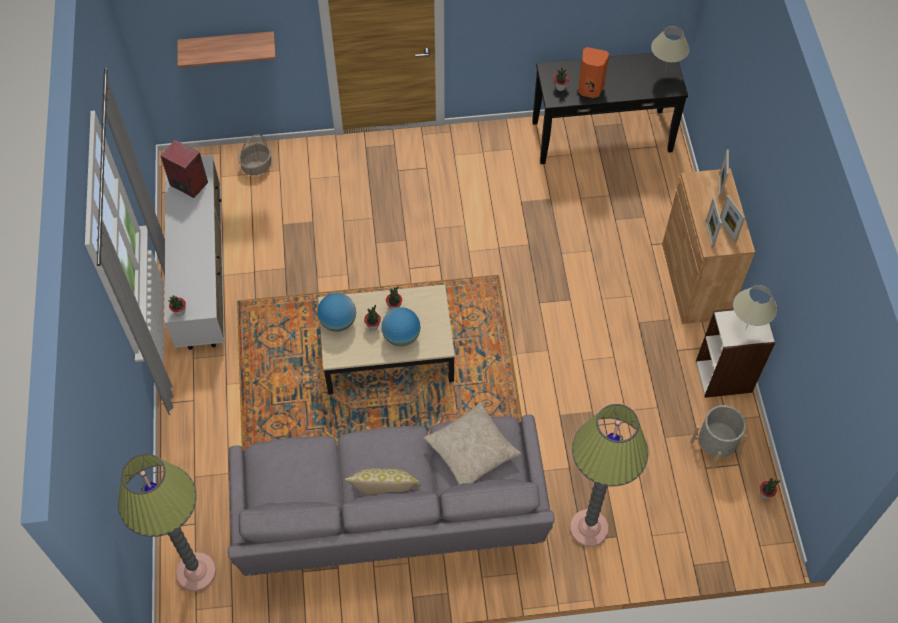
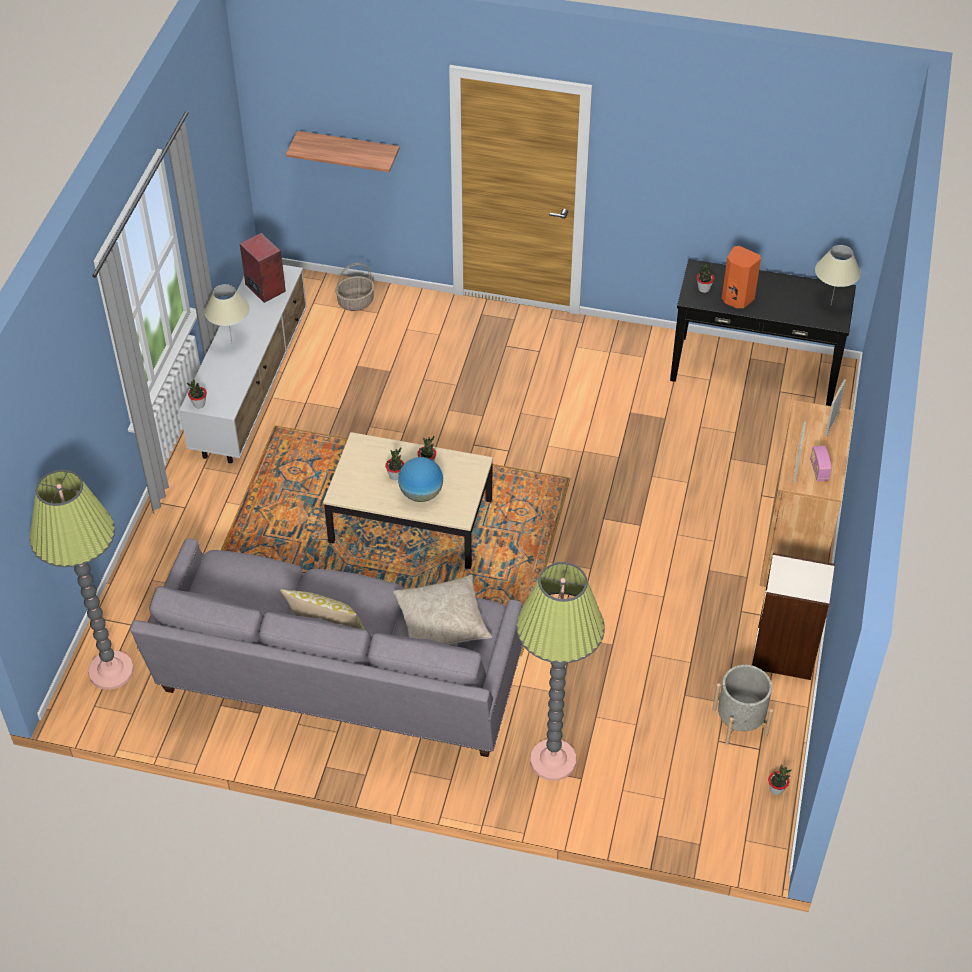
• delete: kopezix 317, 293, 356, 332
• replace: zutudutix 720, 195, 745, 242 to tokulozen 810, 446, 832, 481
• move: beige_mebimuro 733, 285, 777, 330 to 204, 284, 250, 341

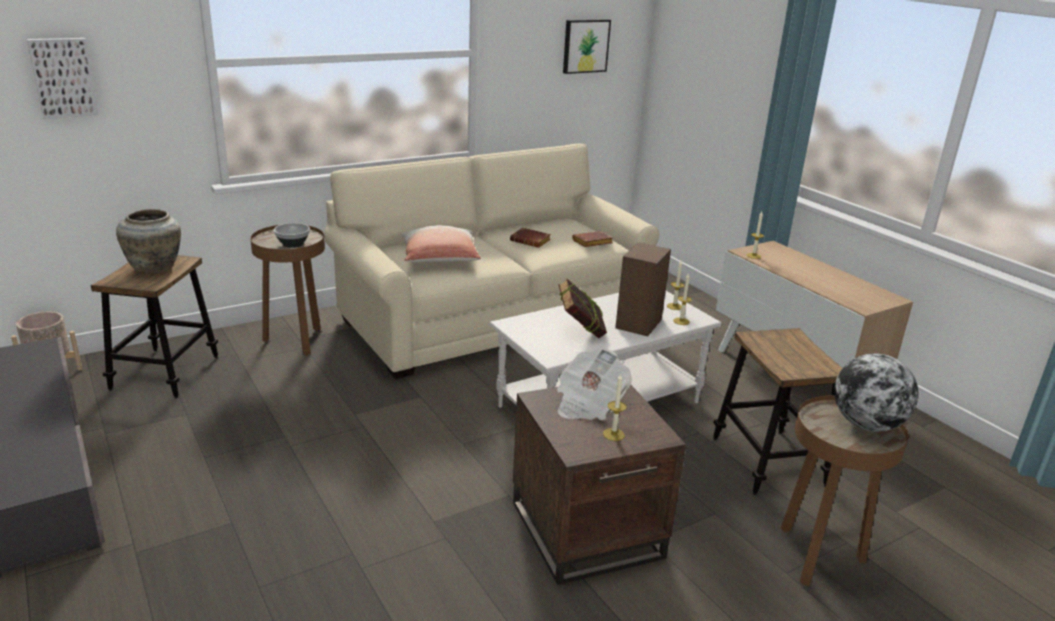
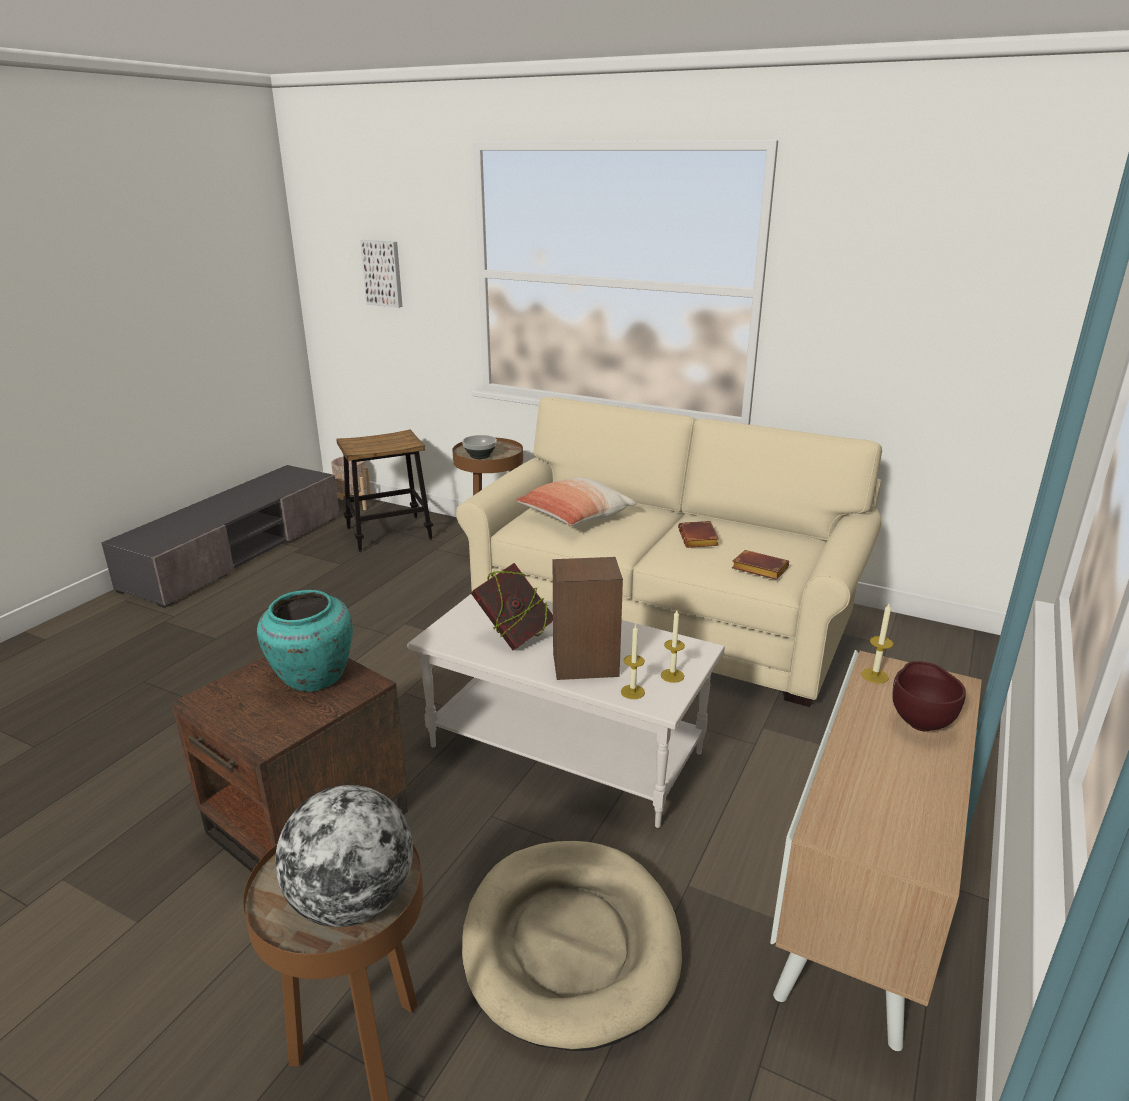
• delete: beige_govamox 116, 209, 181, 274
• replace: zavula 557, 349, 632, 420 to turquoise_govamox 257, 590, 353, 692
• delete: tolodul 563, 19, 611, 74
• delete: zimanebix 603, 374, 627, 441
• replace: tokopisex 713, 328, 842, 495 to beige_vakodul 462, 841, 682, 1051
• insert: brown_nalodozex 892, 661, 966, 732

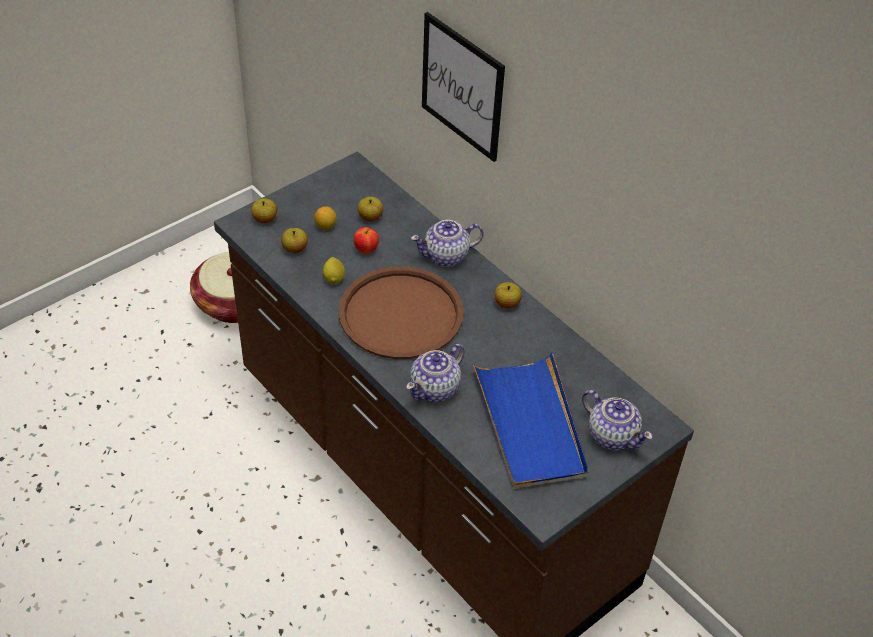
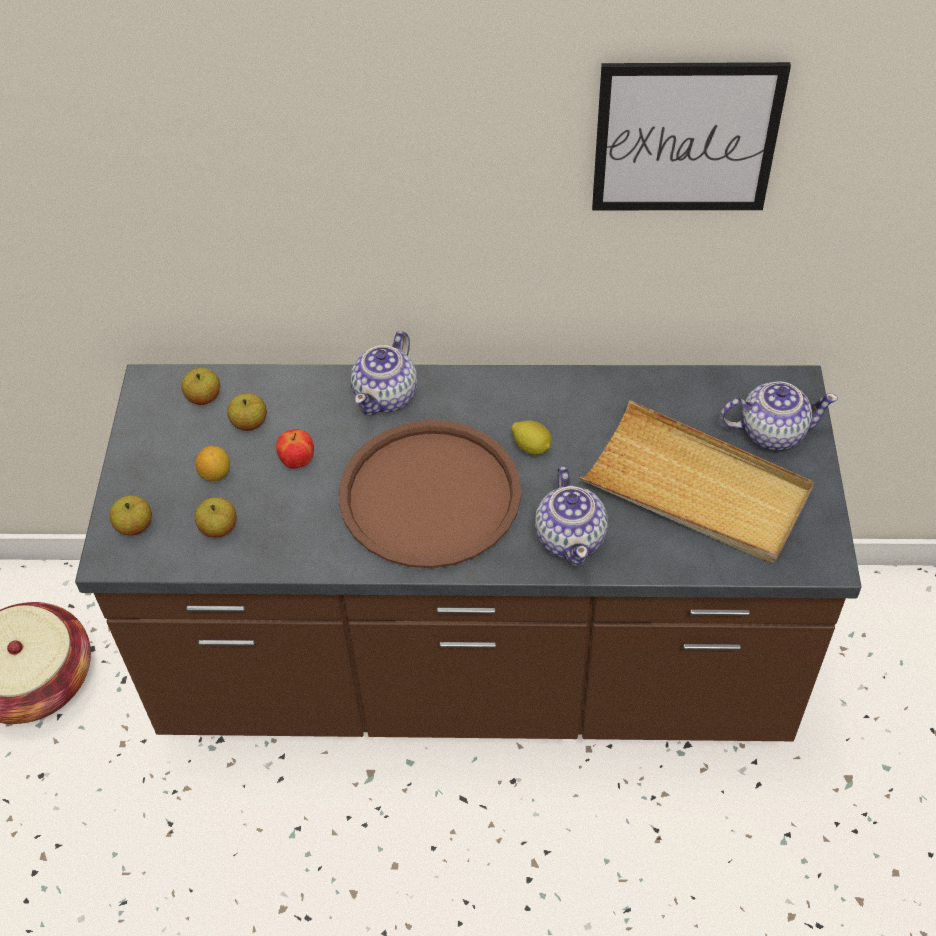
• move: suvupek 323, 257, 345, 284 to 511, 420, 551, 455
• move: tolodul 422, 12, 505, 162 to 592, 62, 791, 210
• recolor: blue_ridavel 473, 352, 589, 488 to beige_ridavel 580, 400, 814, 563
• move: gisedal 494, 282, 522, 309 to 181, 368, 220, 405

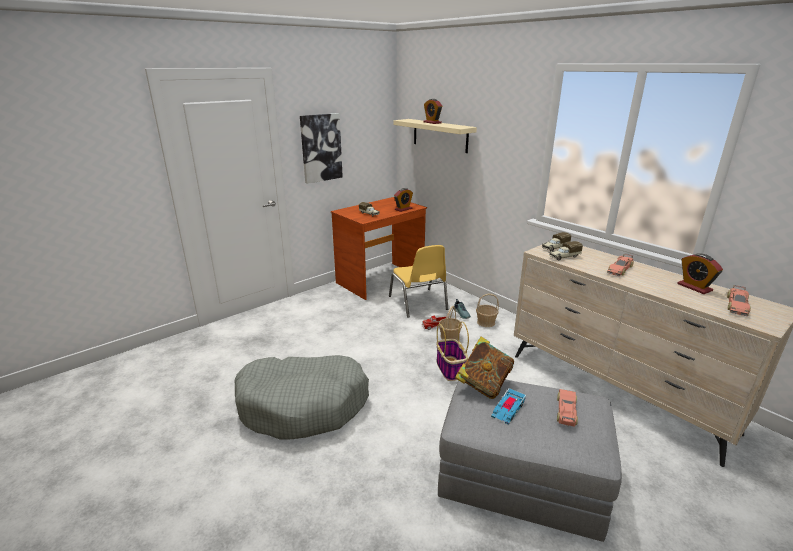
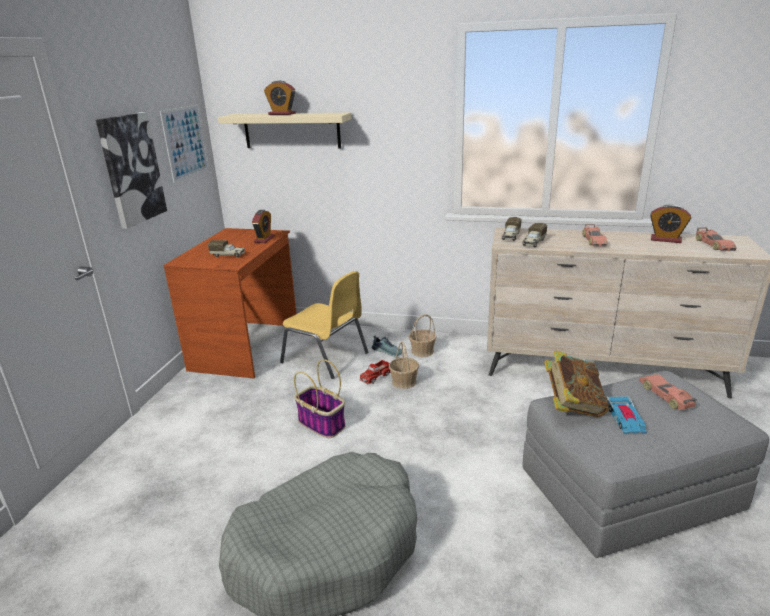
• move: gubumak 436, 321, 469, 381 to 294, 359, 345, 438
• insert: tolodul 160, 105, 209, 183

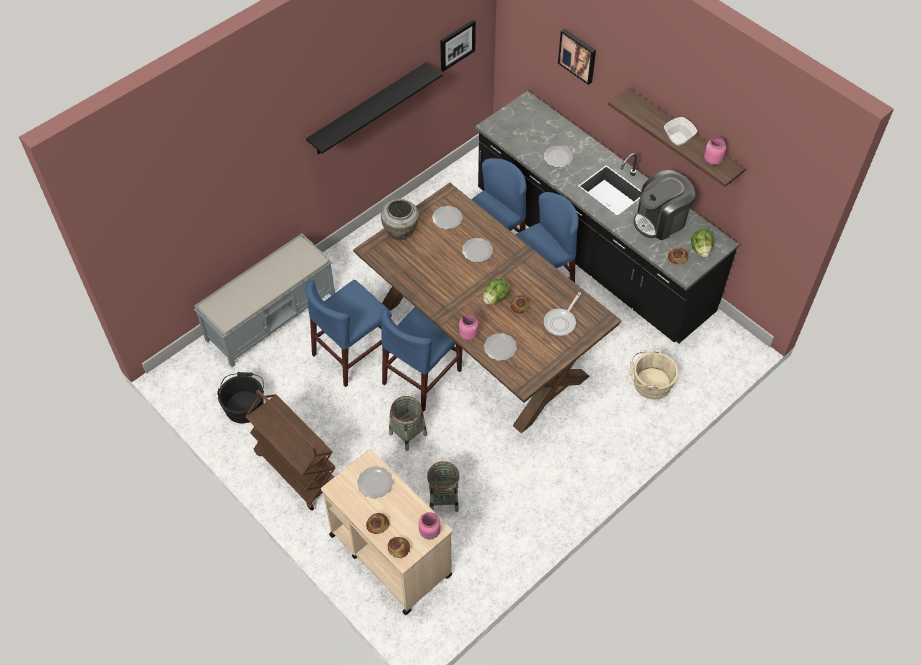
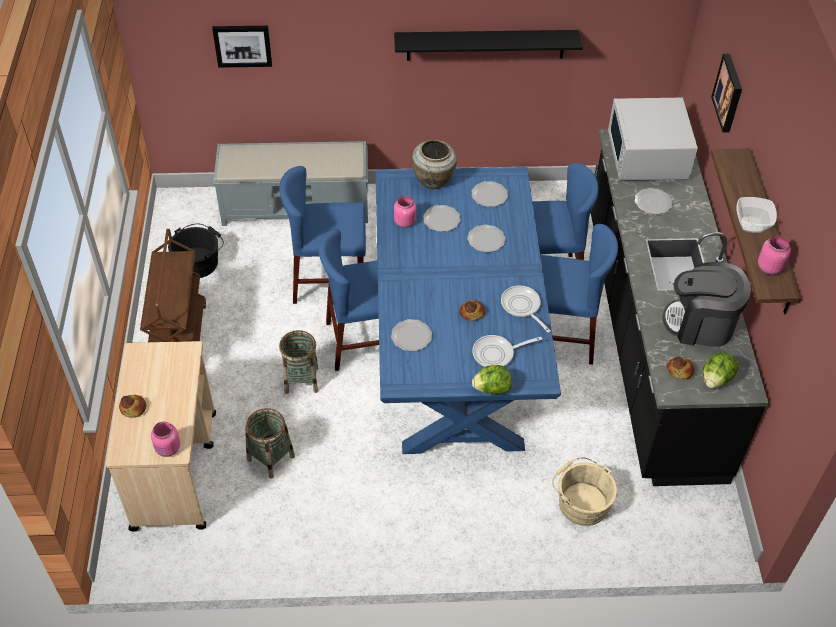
• recolor: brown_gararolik 353, 183, 621, 433 to blue_gararolik 375, 167, 561, 454
• move: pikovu 357, 466, 393, 498 to 423, 205, 461, 232
• delete: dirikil 388, 537, 410, 558
• move: tolodul 440, 20, 476, 72 to 212, 26, 272, 68
• move: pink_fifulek 459, 314, 478, 340 to 394, 196, 416, 228
• move: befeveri 483, 279, 511, 305 to 472, 365, 512, 394
• insert: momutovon 501, 285, 551, 333
• insert: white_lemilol 608, 98, 698, 181

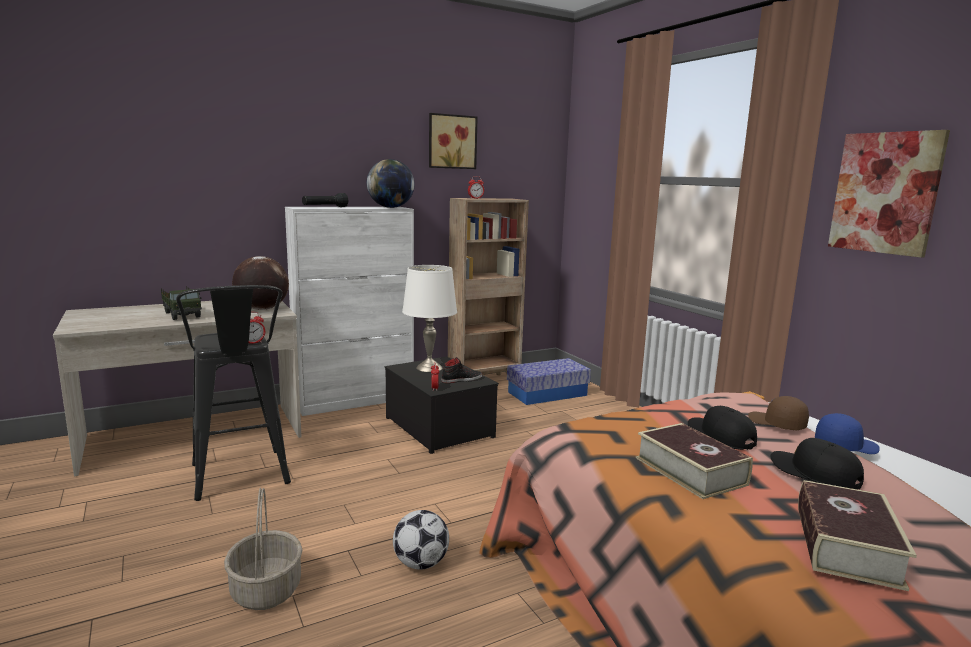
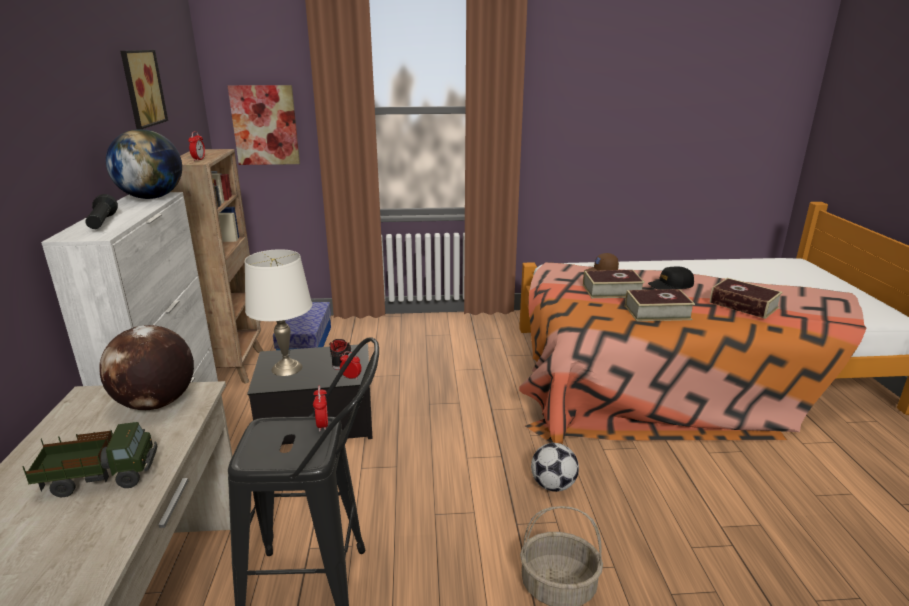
• replace: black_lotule 688, 406, 757, 450 to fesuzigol 583, 270, 645, 298
• delete: blue_lotule 815, 413, 880, 454
• move: tolodul 828, 130, 950, 258 to 228, 85, 300, 165

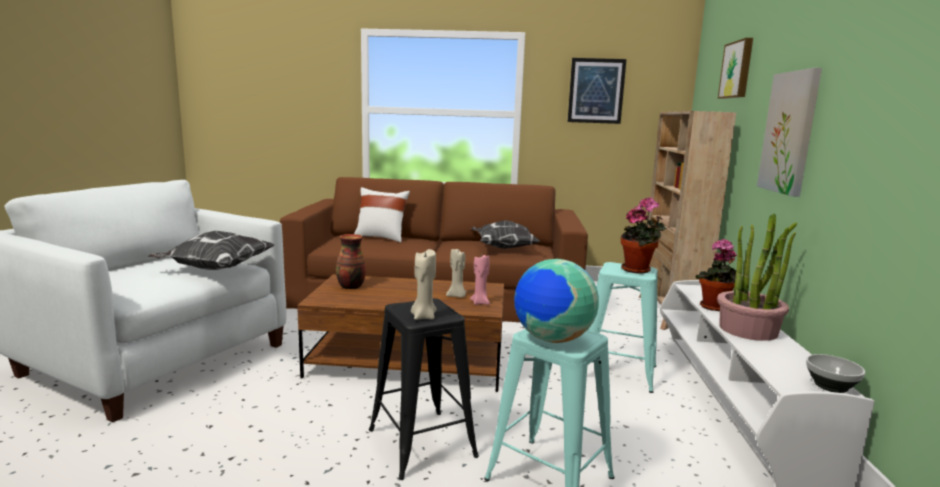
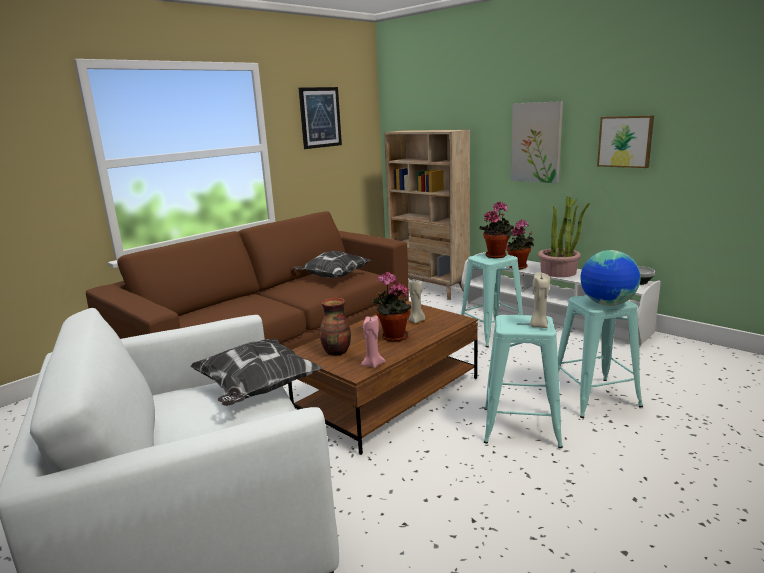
• delete: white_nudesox 354, 187, 410, 243
• recolor: black_tokopisex 369, 298, 479, 480 to turquoise_tokopisex 484, 315, 563, 448
• move: pink_zimanebix 470, 255, 490, 305 to 361, 315, 386, 368
• move: tolodul 718, 38, 753, 99 to 597, 116, 654, 168
• insert: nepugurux 372, 272, 411, 342

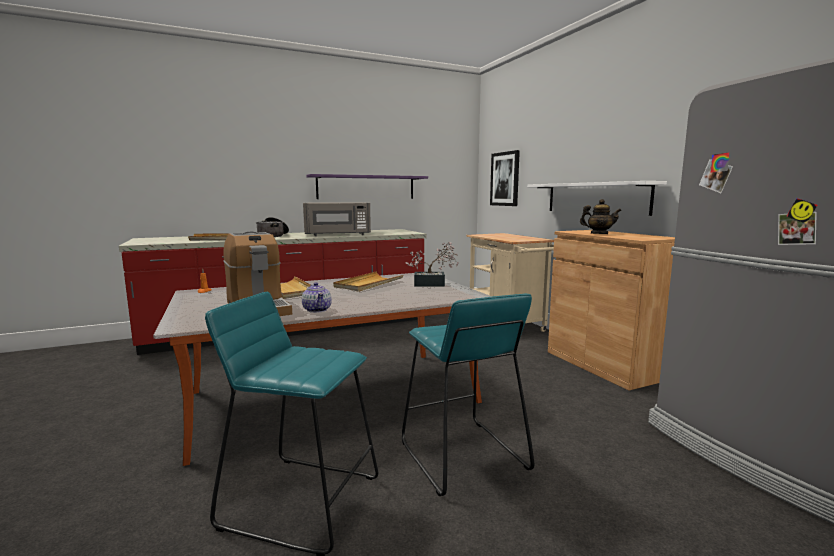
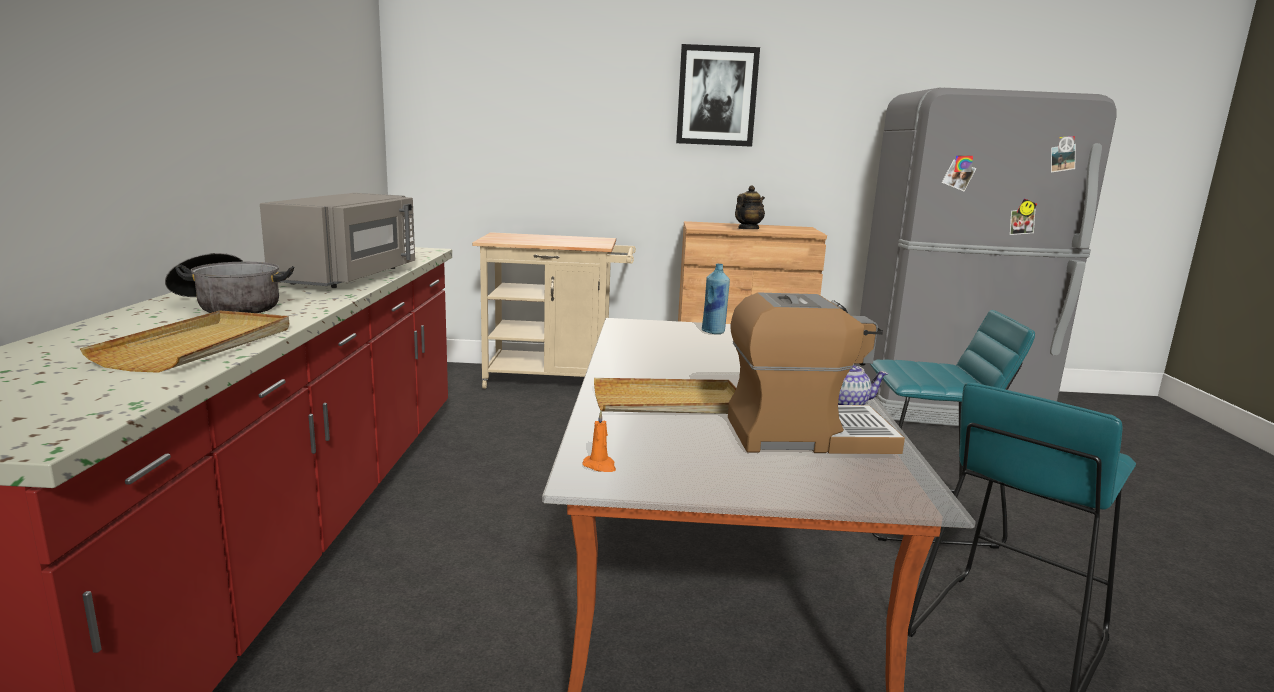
• delete: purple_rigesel 306, 174, 428, 199
• delete: beige_ridavel 333, 271, 404, 292
• replace: nepugurux 405, 242, 459, 286 to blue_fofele 702, 263, 730, 334
• move: tolodul 490, 150, 520, 206 to 676, 44, 760, 147
• delete: white_rigesel 527, 181, 667, 216

